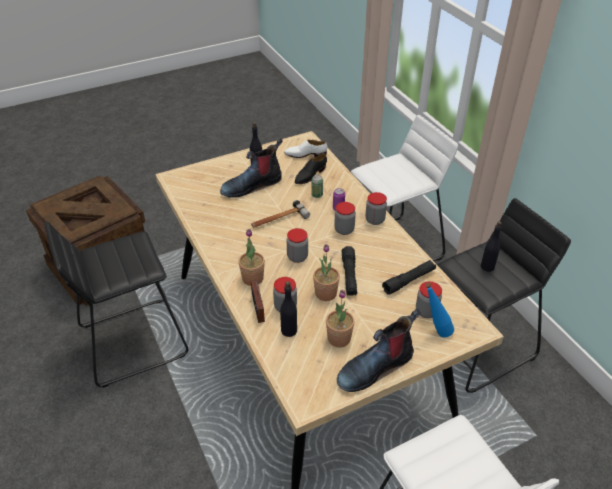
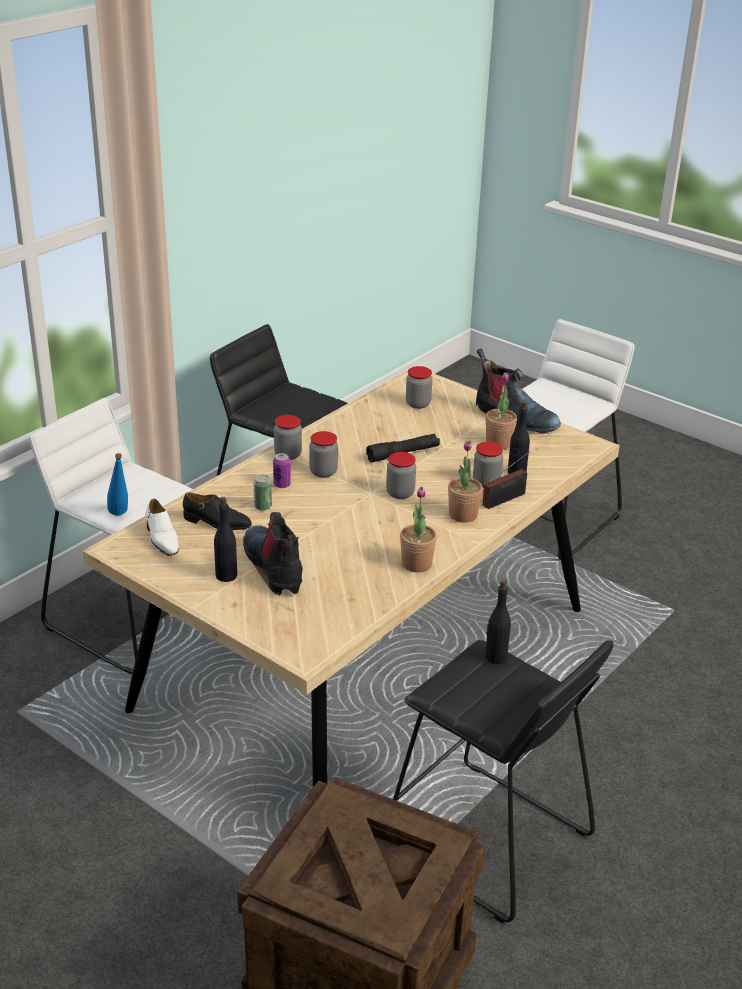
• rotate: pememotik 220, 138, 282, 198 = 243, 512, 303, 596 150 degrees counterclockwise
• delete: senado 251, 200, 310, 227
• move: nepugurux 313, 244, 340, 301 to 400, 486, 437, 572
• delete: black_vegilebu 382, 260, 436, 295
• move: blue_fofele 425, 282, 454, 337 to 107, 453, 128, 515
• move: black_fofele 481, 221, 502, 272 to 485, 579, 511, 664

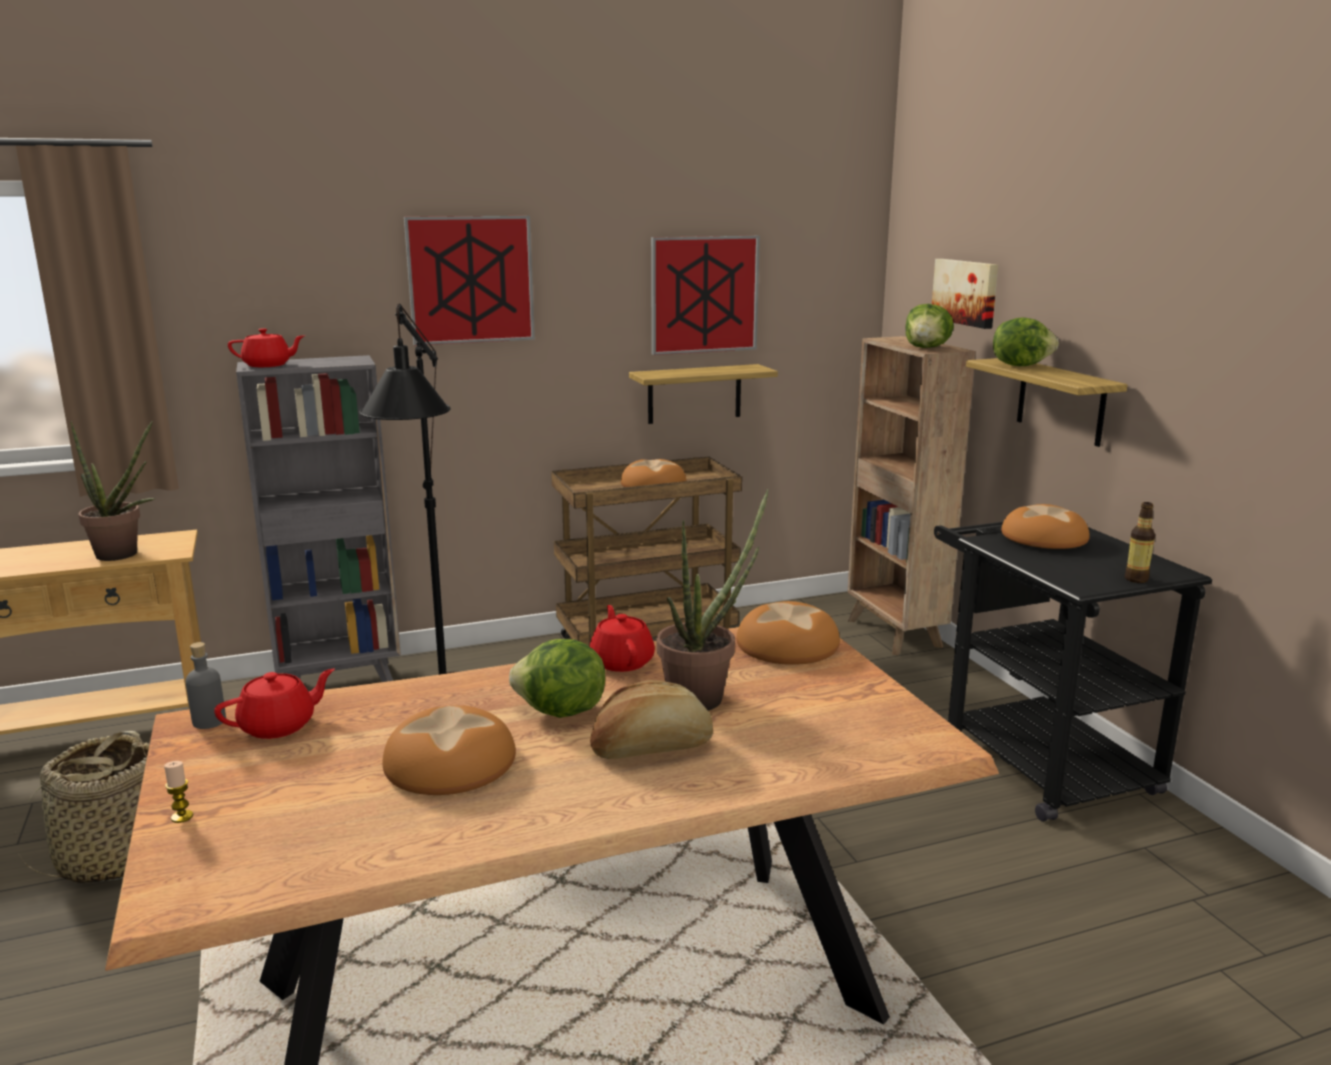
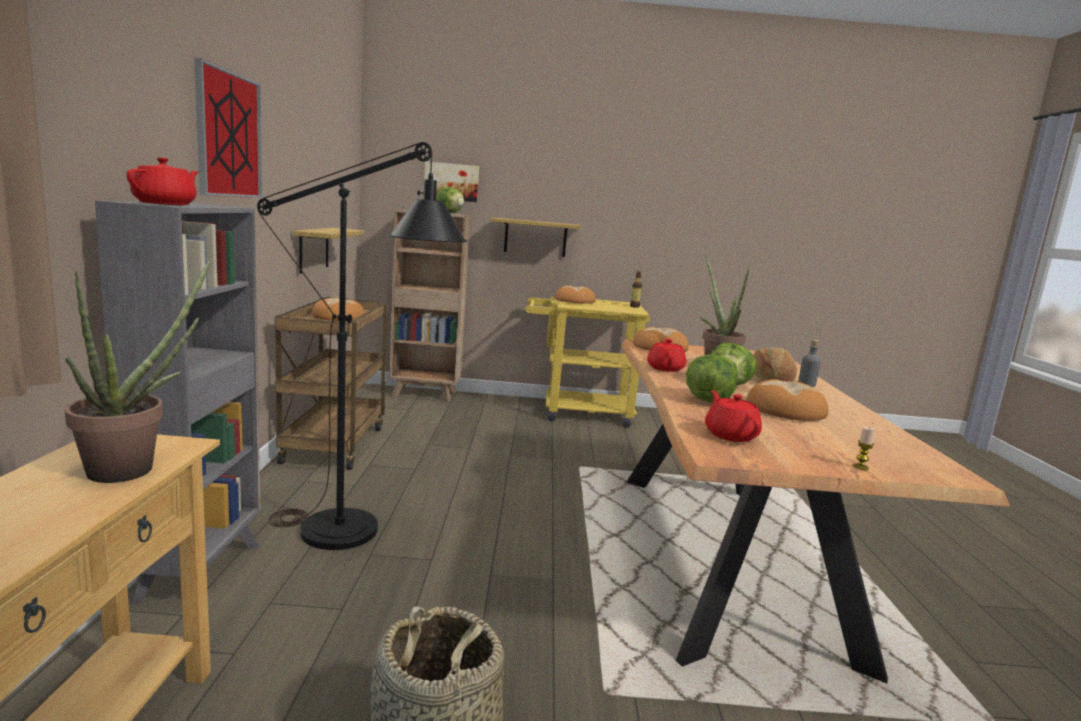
• move: grey_fofele 185, 642, 226, 729 to 798, 340, 821, 387
• rotate: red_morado 590, 605, 655, 672 = 647, 339, 686, 372 90 degrees clockwise
• delete: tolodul 651, 236, 760, 355
• recolor: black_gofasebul 934, 522, 1212, 822 to yellow_gofasebul 525, 296, 650, 428
• move: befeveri 993, 317, 1059, 366 to 686, 355, 738, 403

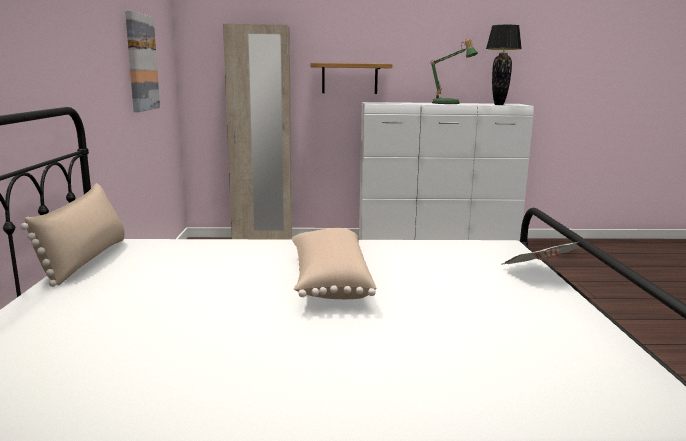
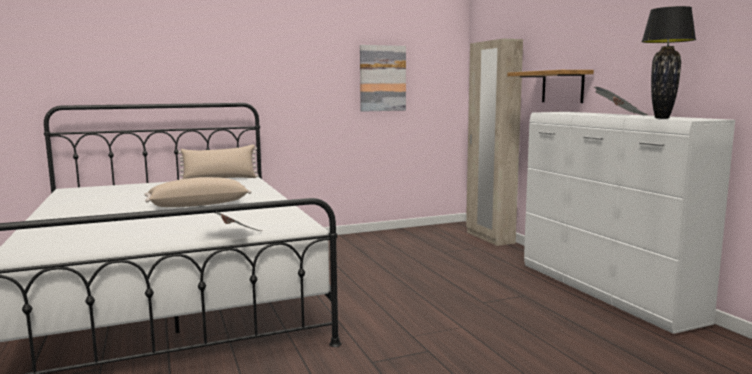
• replace: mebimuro 431, 38, 478, 104 to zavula 594, 87, 648, 116

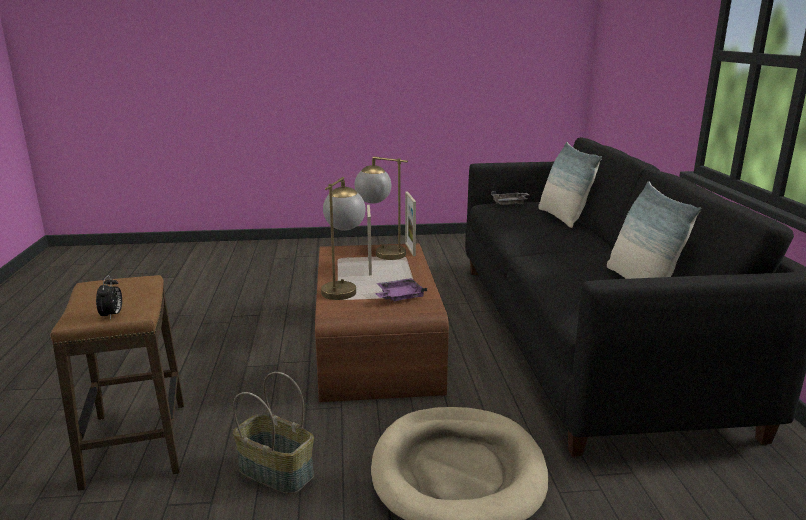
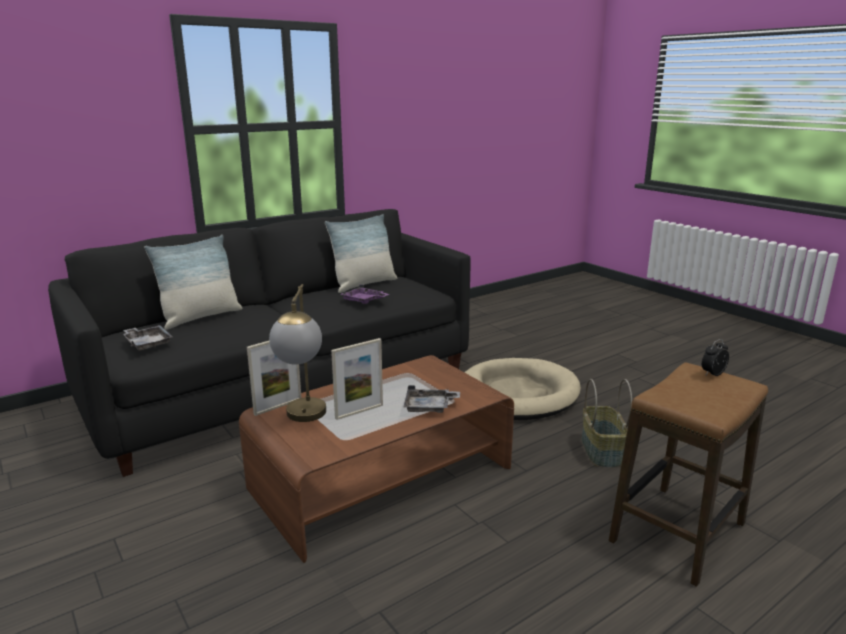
• replace: mebimuro 321, 177, 366, 300 to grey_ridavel 403, 385, 460, 413
• move: purple_ridavel 375, 278, 427, 301 to 340, 284, 389, 304

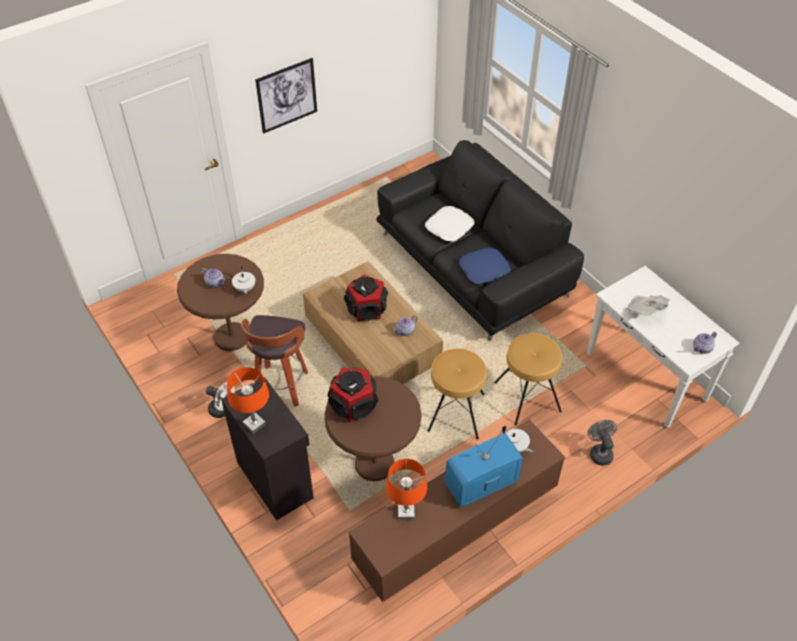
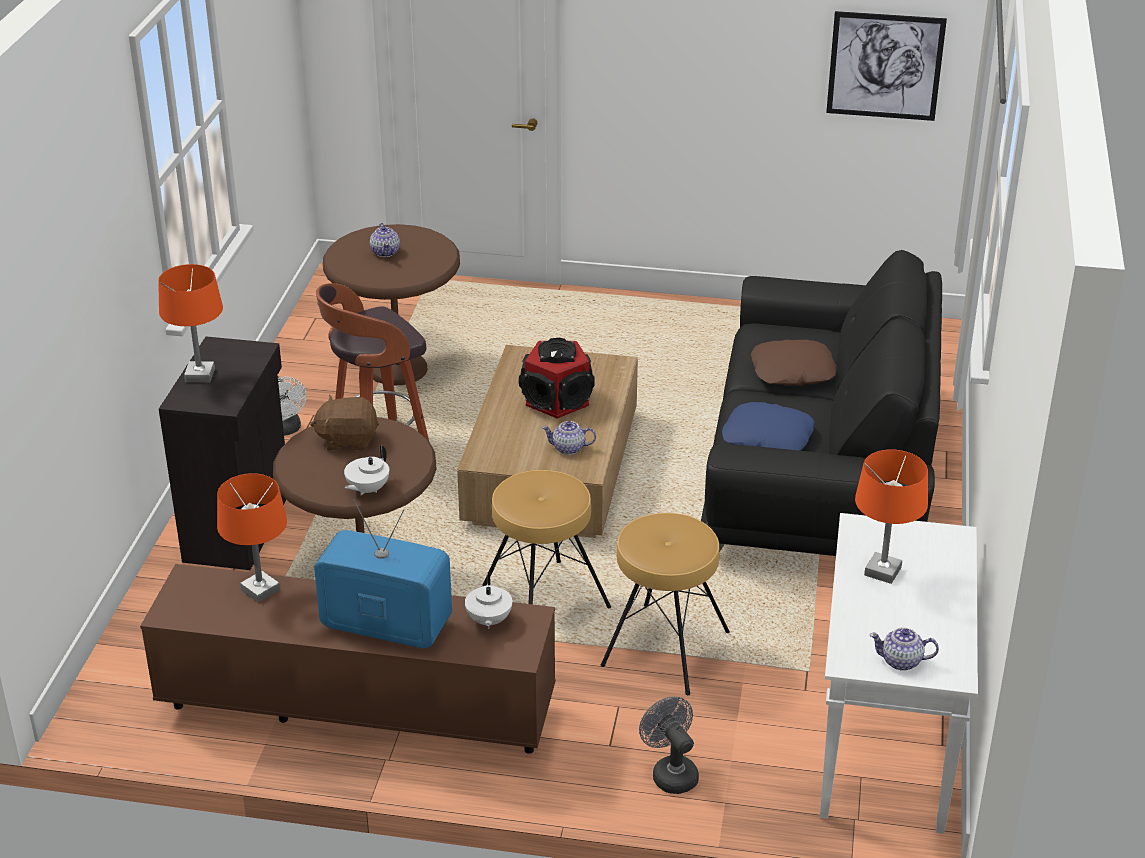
• move: white_morado 232, 266, 255, 294 to 344, 445, 389, 496
• move: tolodul 255, 58, 317, 134 to 826, 11, 947, 121
• replace: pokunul 328, 368, 378, 422 to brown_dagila 310, 395, 379, 451
• recolor: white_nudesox 425, 206, 475, 242 to brown_nudesox 751, 339, 836, 386
• rotate: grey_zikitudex 587, 420, 617, 465 = 639, 696, 699, 794 60 degrees counterclockwise
• replace: zavula 626, 295, 670, 315 to orange_mebimuro 855, 450, 928, 584

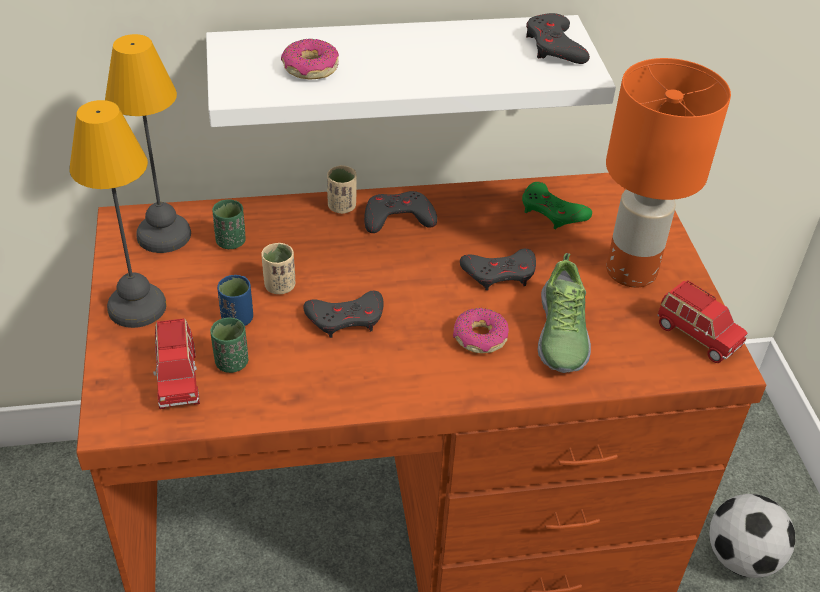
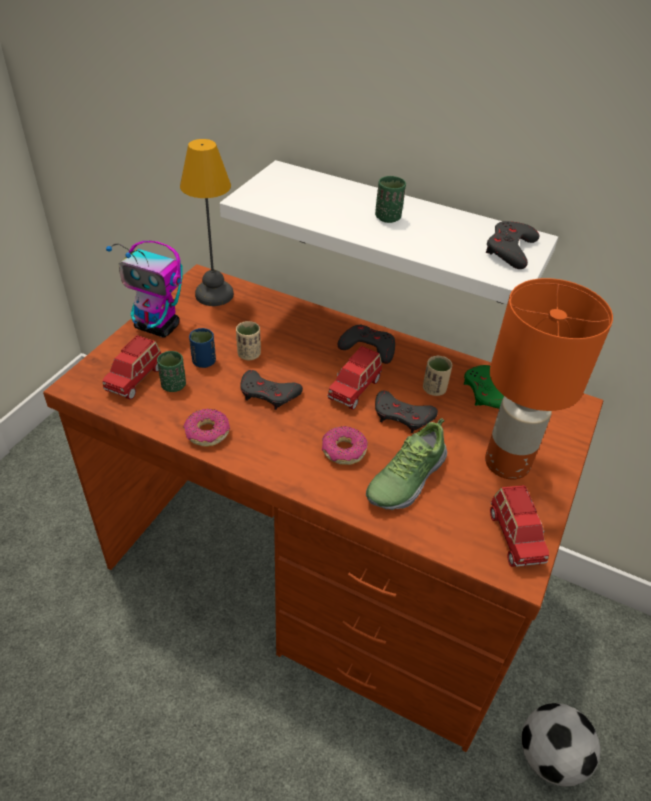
• replace: mebimuro 70, 100, 167, 328 to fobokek 106, 240, 183, 337
• move: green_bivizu 212, 199, 245, 249 to 375, 176, 406, 223
• move: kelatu 281, 39, 339, 79 to 183, 409, 230, 447
• move: beige_bivizu 327, 165, 357, 214 to 423, 356, 452, 396
• insert: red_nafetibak 327, 346, 382, 410

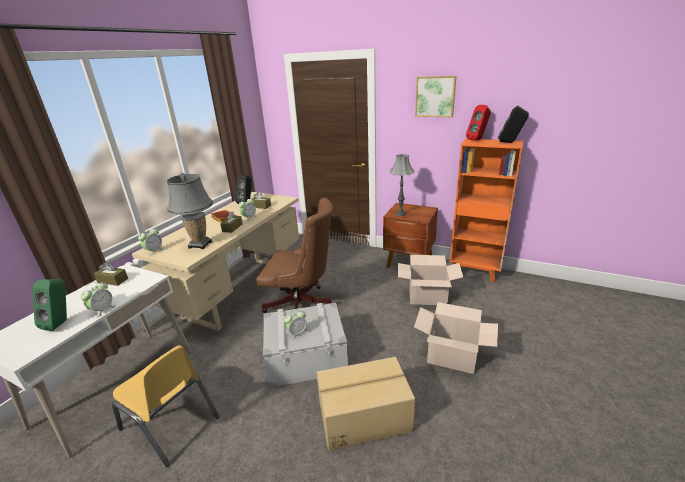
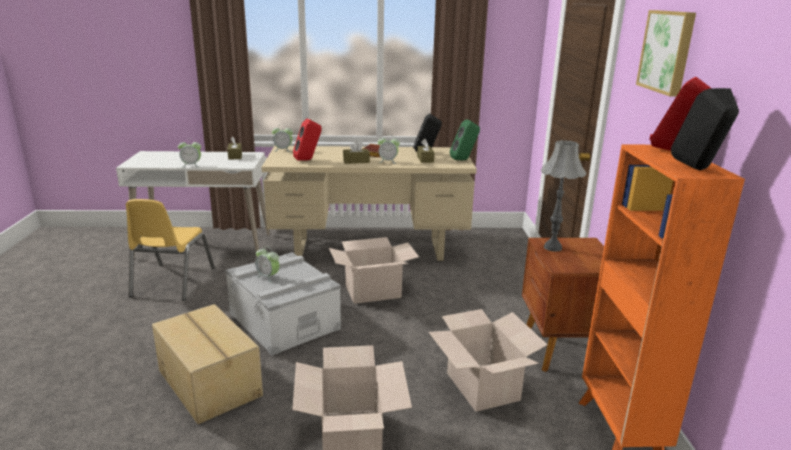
• move: green_pokunul 33, 279, 67, 331 to 450, 119, 480, 160
• replace: grey_mebimuro 167, 173, 213, 249 to red_pokunul 293, 119, 322, 161
• replace: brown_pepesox 256, 198, 333, 313 to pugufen 329, 237, 419, 304

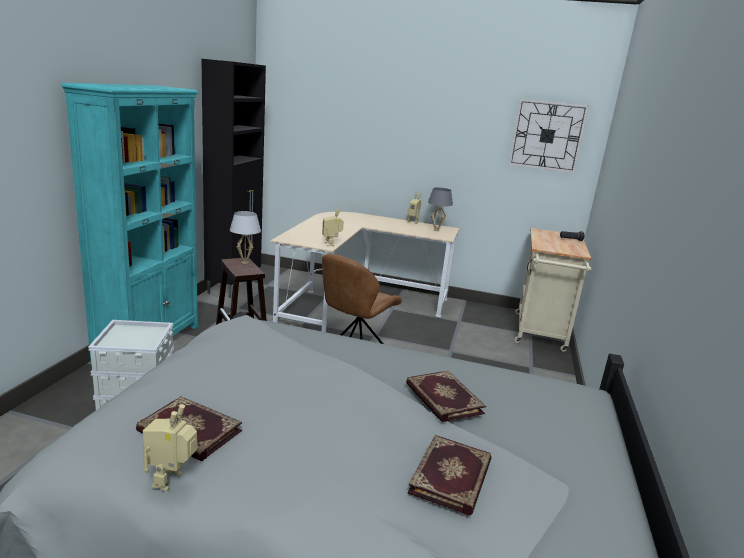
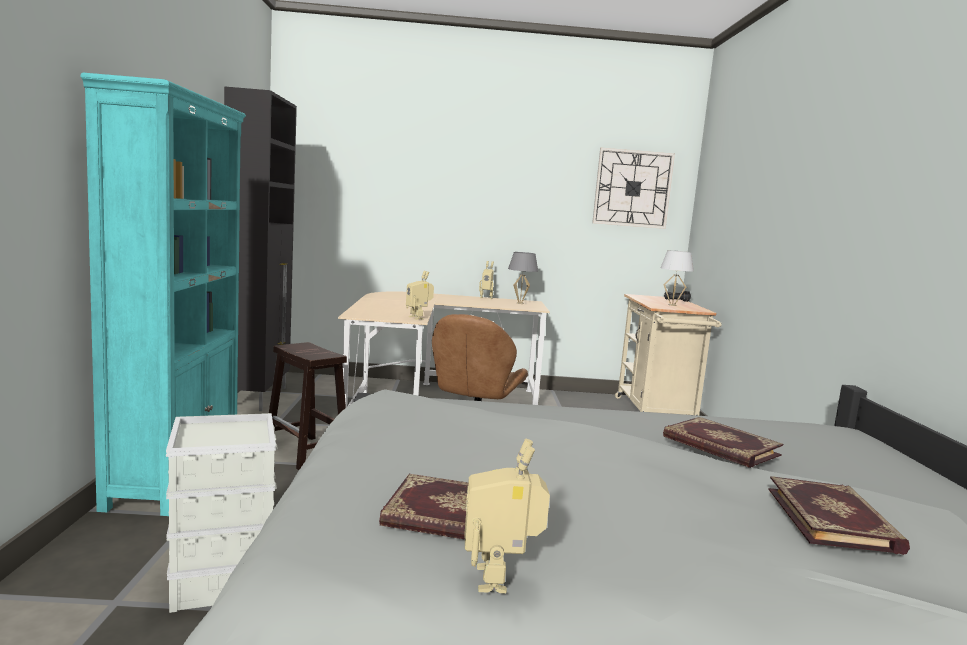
• move: white_mebimuro 230, 211, 261, 264 to 660, 250, 694, 306

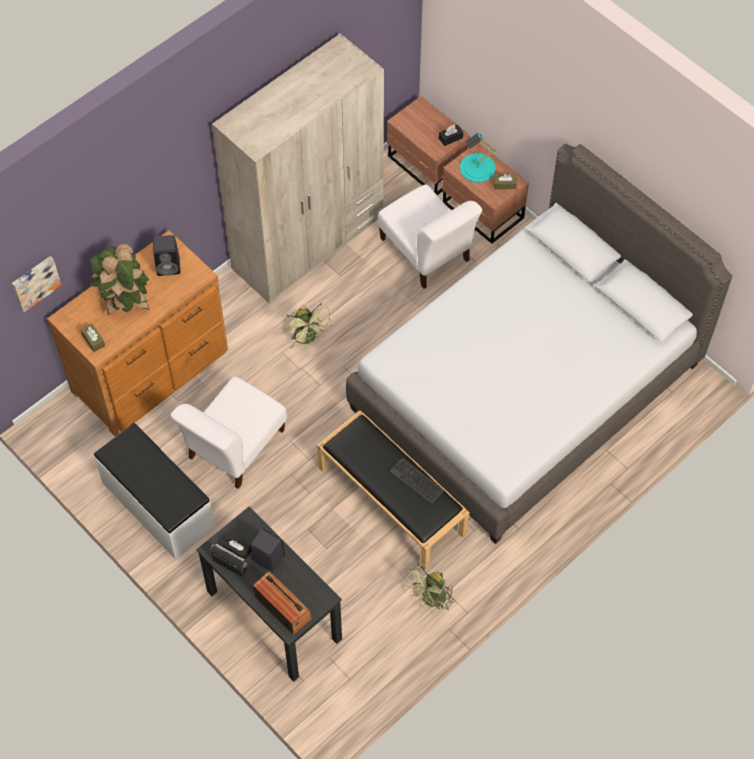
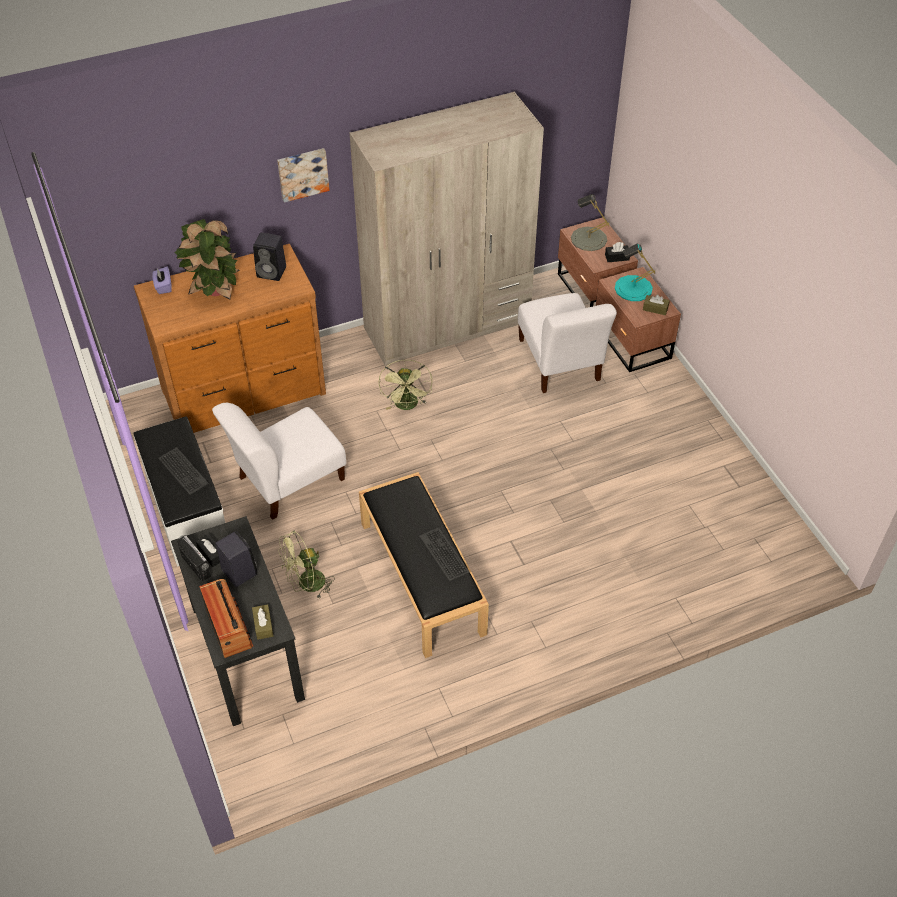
• move: tolodul 12, 256, 62, 313 to 277, 148, 329, 203
• move: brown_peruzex 81, 324, 105, 352 to 252, 604, 273, 640
• delete: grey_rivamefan 346, 144, 732, 544
• move: green_zikitudex 403, 563, 454, 613 to 278, 531, 335, 599
• insert: purple_peruzex 152, 267, 172, 294
• insert: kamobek 158, 447, 209, 495
• insert: grey_mebimuro 571, 194, 610, 251

